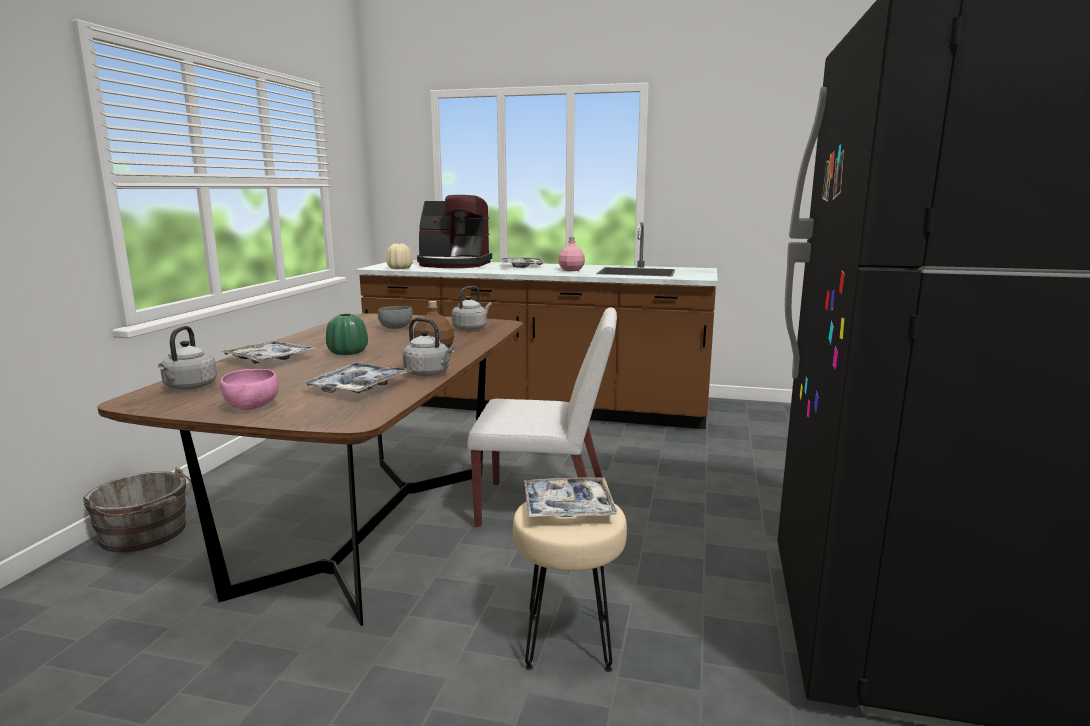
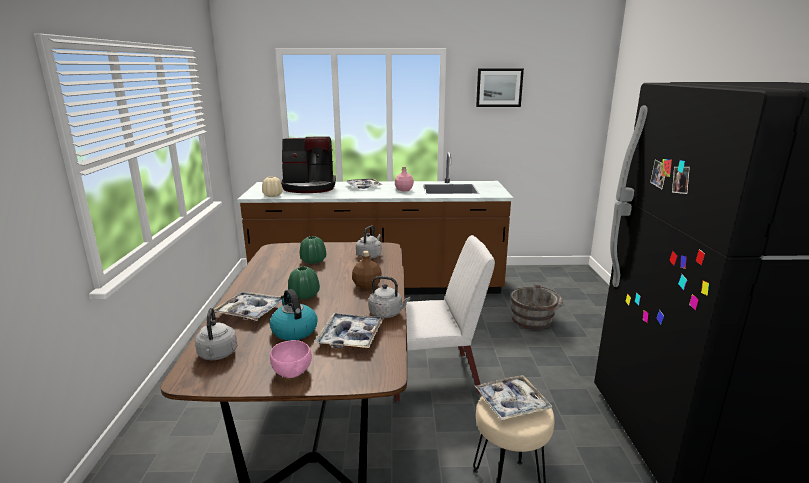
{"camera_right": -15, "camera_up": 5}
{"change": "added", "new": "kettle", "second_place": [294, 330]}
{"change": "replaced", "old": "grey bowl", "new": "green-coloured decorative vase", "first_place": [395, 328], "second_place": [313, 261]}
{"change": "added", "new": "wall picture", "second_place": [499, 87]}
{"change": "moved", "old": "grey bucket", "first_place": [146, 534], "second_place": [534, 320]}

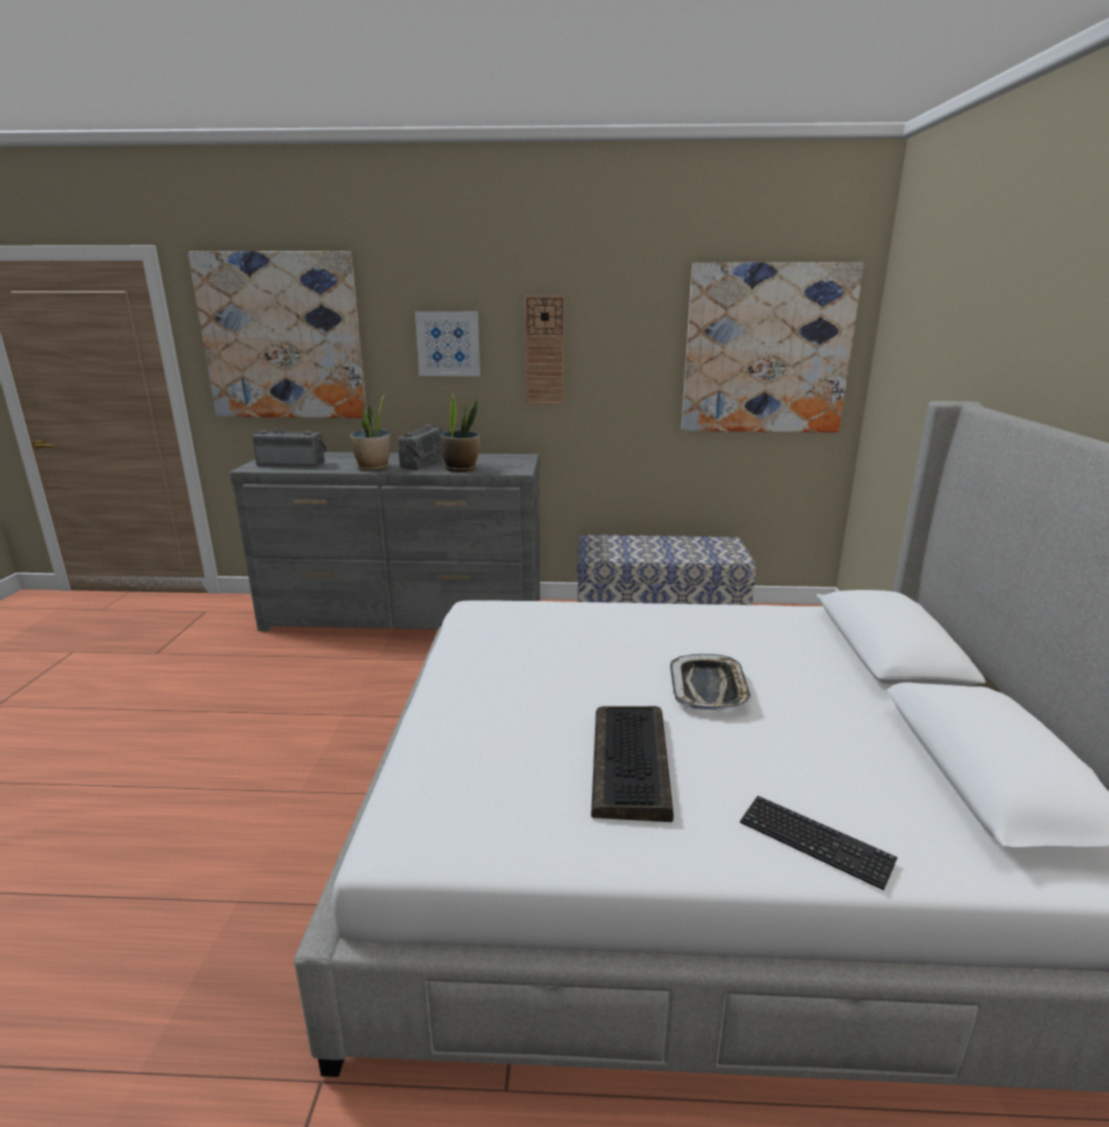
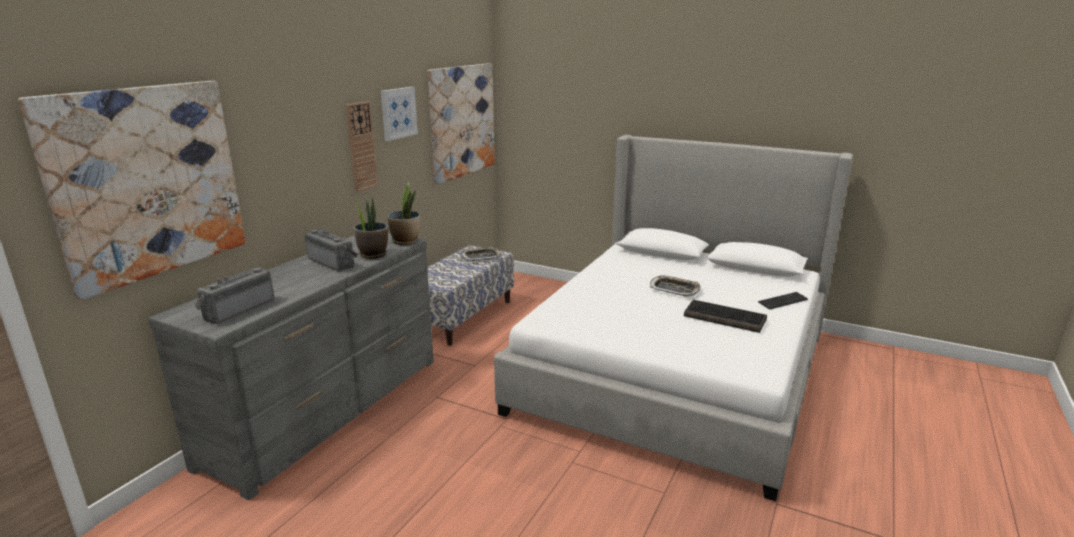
{"camera_right": -65, "camera_up": 0}
{"change": "moved", "old": "wall picture", "first_place": [448, 344], "second_place": [398, 113]}
{"change": "moved", "old": "plant in a pot", "first_place": [373, 467], "second_place": [405, 241]}
{"change": "added", "new": "carrying tray", "second_place": [481, 257]}

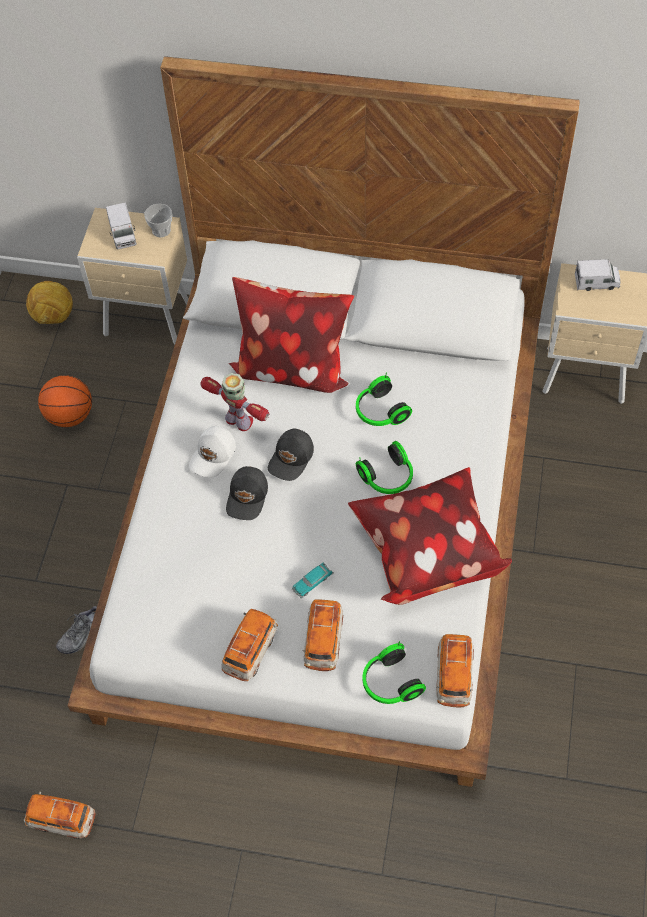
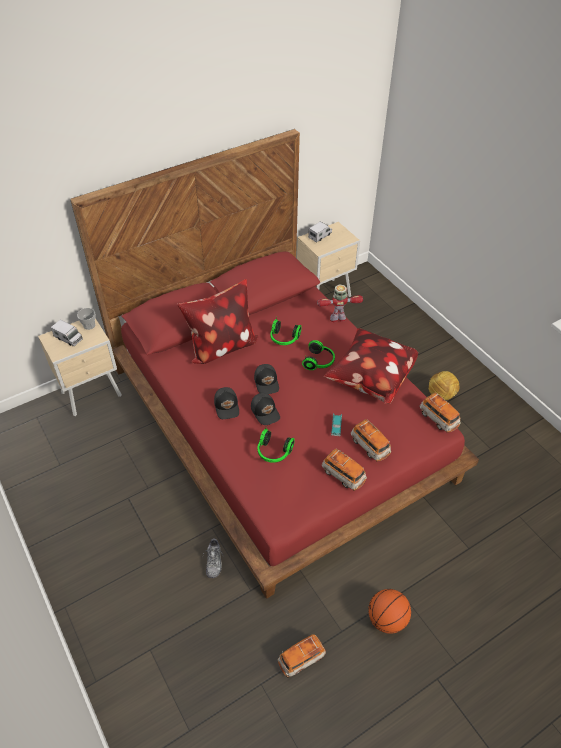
{"camera_right": -45, "camera_up": -10}
{"change": "recoloured", "old": "white bedroom bed", "new": "red-coloured bedroom bed", "first_place": [328, 521], "second_place": [280, 421]}
{"change": "recoloured", "old": "white cap", "new": "black-coloured cap", "first_place": [214, 455], "second_place": [227, 406]}
{"change": "moved", "old": "pair of headphones", "first_place": [389, 683], "second_place": [273, 452]}
{"change": "moved", "old": "model robot", "first_place": [239, 421], "second_place": [338, 318]}
{"change": "turned", "old": "miniature car", "first_place": [250, 650], "second_place": [343, 475], "degrees": 150}
{"change": "moved", "old": "basketball", "first_place": [69, 416], "second_place": [386, 619]}
{"change": "moved", "old": "ball for football", "first_place": [54, 317], "second_place": [441, 395]}

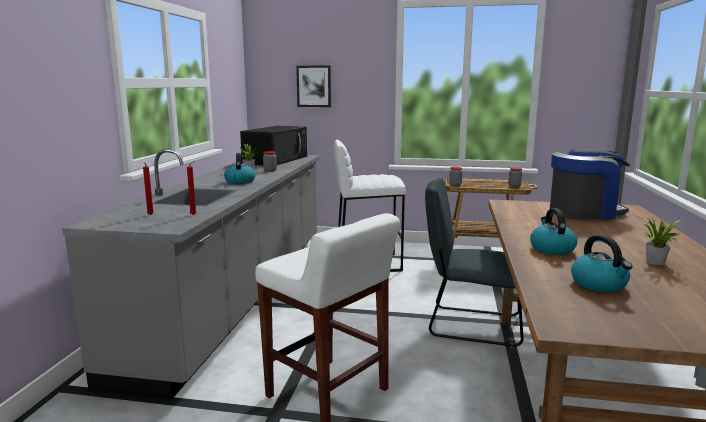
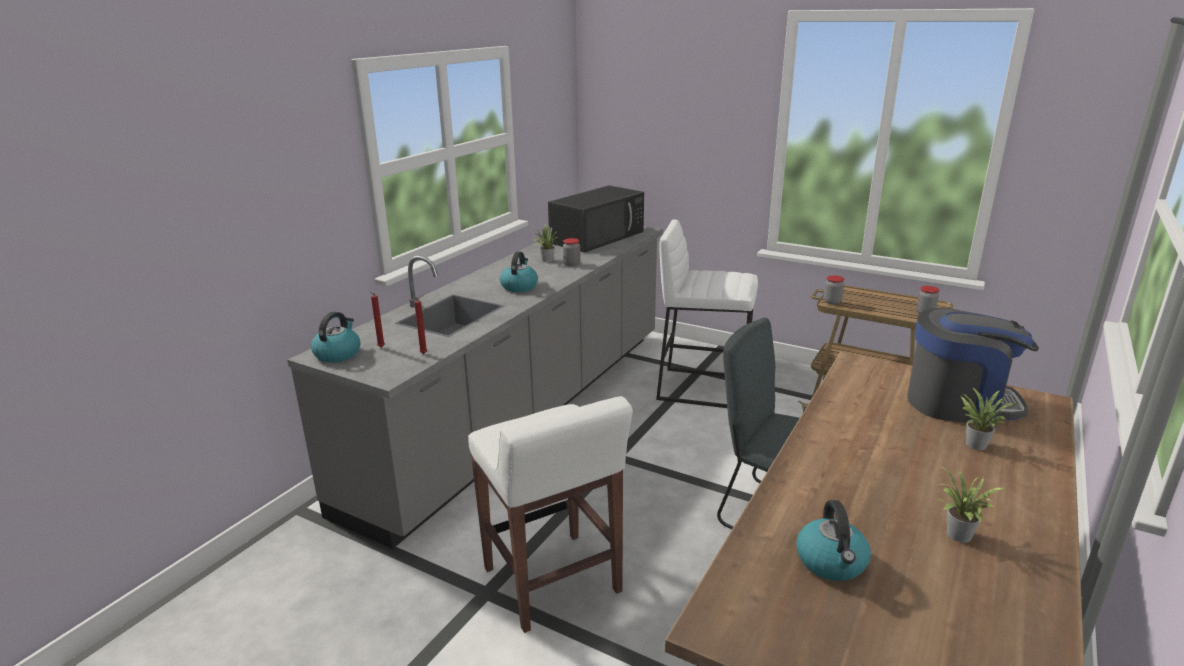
{"camera_right": 20, "camera_up": 10}
{"change": "moved", "old": "kettle", "first_place": [551, 249], "second_place": [338, 354]}
{"change": "added", "new": "plant in a pot", "second_place": [975, 443]}
{"change": "removed", "old": "wall picture", "first_place": [314, 86]}

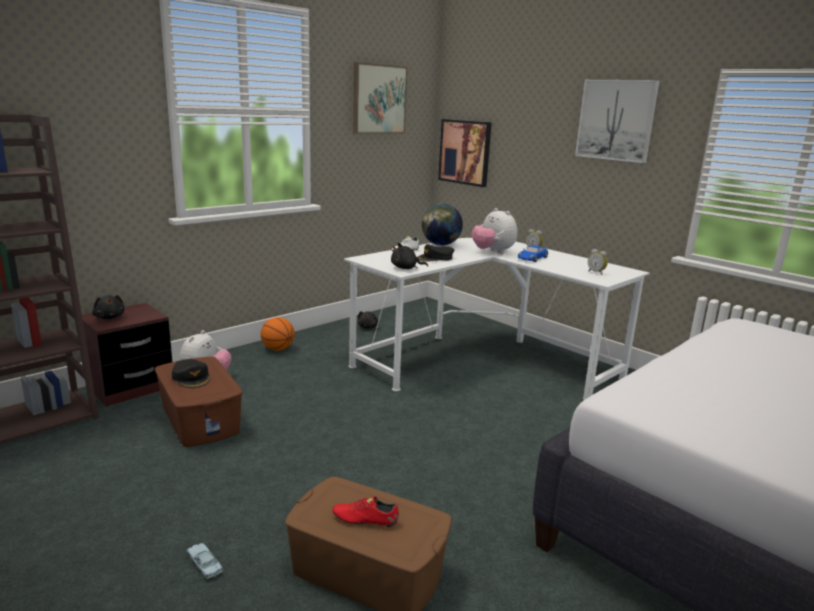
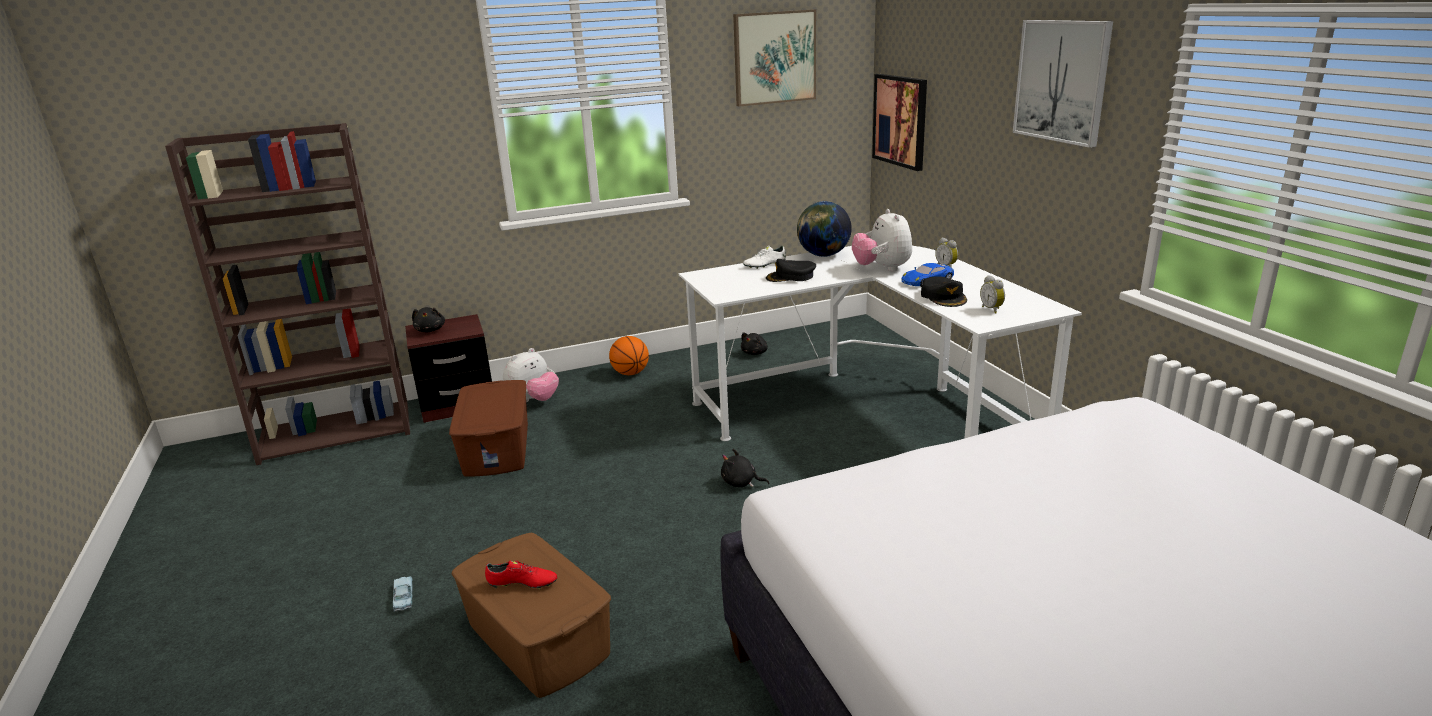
{"camera_right": 25, "camera_up": 5}
{"change": "turned", "old": "red-coloured item of footwear", "first_place": [365, 520], "second_place": [522, 584], "degrees": 150}
{"change": "moved", "old": "black-coloured cuddly toy", "first_place": [406, 268], "second_place": [741, 483]}
{"change": "moved", "old": "black-coloured cap", "first_place": [192, 378], "second_place": [943, 297]}

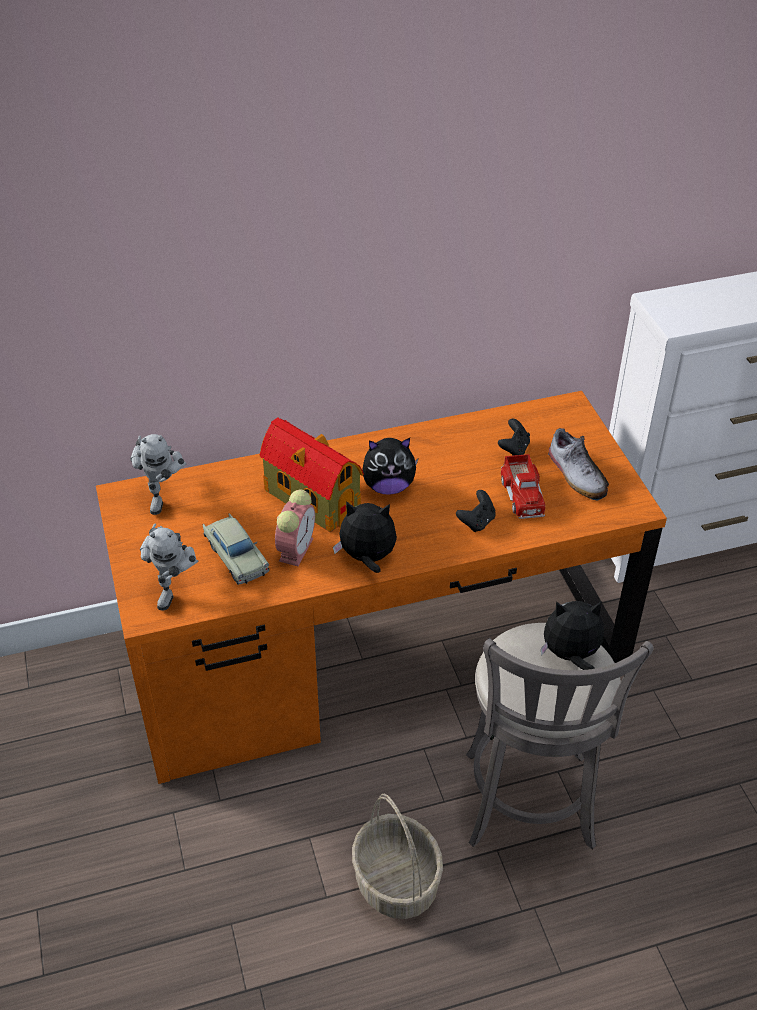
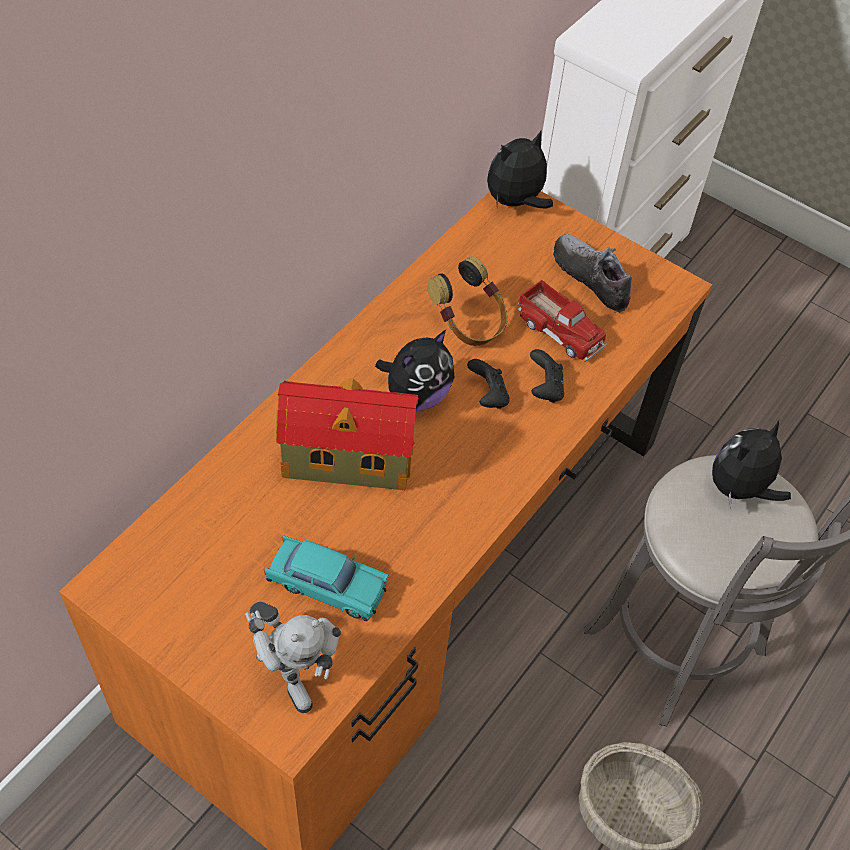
{"camera_right": -40, "camera_up": 10}
{"change": "recoloured", "old": "beige-coloured miniature car", "new": "turquoise-coloured miniature car", "first_place": [236, 556], "second_place": [327, 584]}
{"change": "added", "new": "pair of headphones", "second_place": [469, 323]}
{"change": "moved", "old": "black-coloured game controller", "first_place": [514, 449], "second_place": [488, 396]}
{"change": "moved", "old": "cuddly toy", "first_place": [367, 558], "second_place": [515, 202]}
{"change": "turned", "old": "item of footwear", "first_place": [576, 474], "second_place": [590, 278], "degrees": -150}
{"change": "removed", "old": "model robot", "first_place": [163, 495]}
{"change": "removed", "old": "bedside clock", "first_place": [296, 548]}

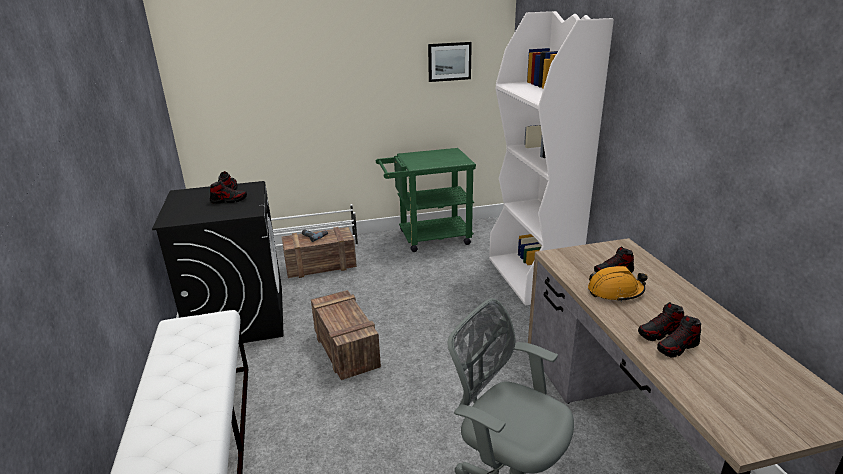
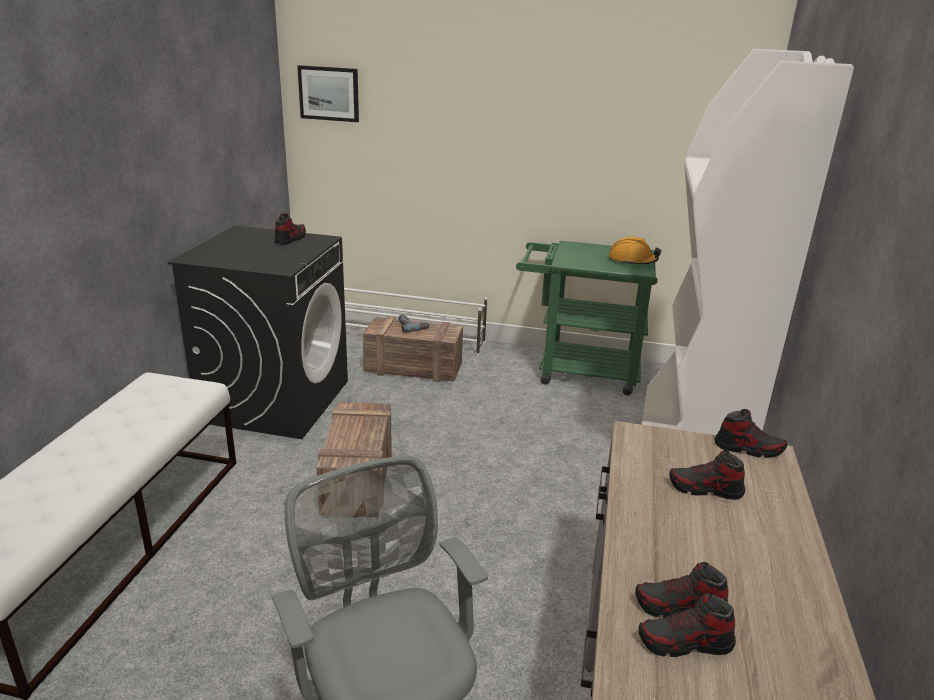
{"camera_right": 25, "camera_up": 0}
{"change": "moved", "old": "wall picture", "first_place": [449, 61], "second_place": [329, 93]}
{"change": "moved", "old": "orange safety helmet", "first_place": [615, 291], "second_place": [632, 261]}
{"change": "moved", "old": "item of footwear", "first_place": [229, 200], "second_place": [748, 448]}

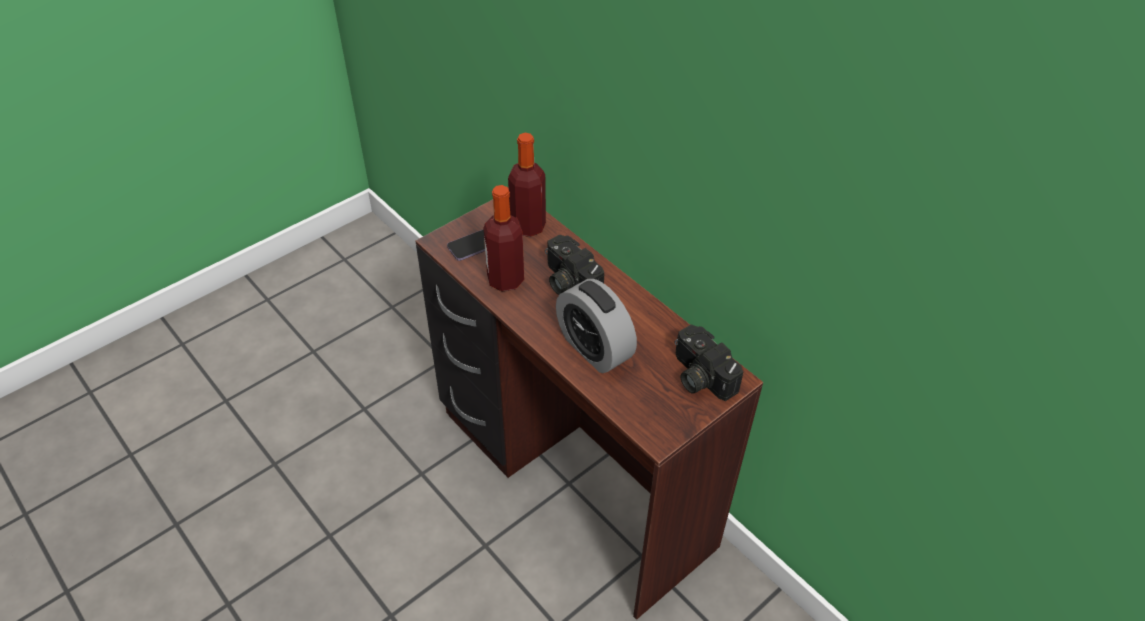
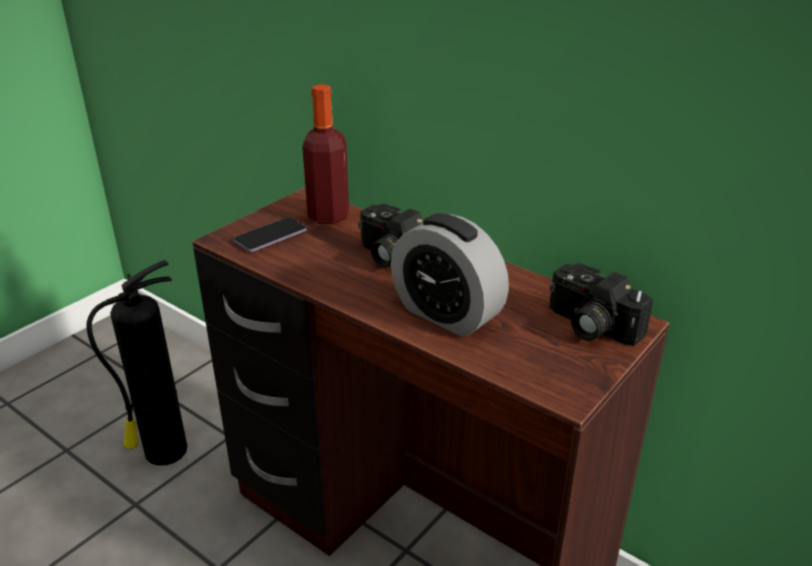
{"camera_right": -10, "camera_up": -15}
{"change": "added", "new": "fire extinguisher", "second_place": [163, 452]}
{"change": "removed", "old": "beverage bottle", "first_place": [505, 280]}

